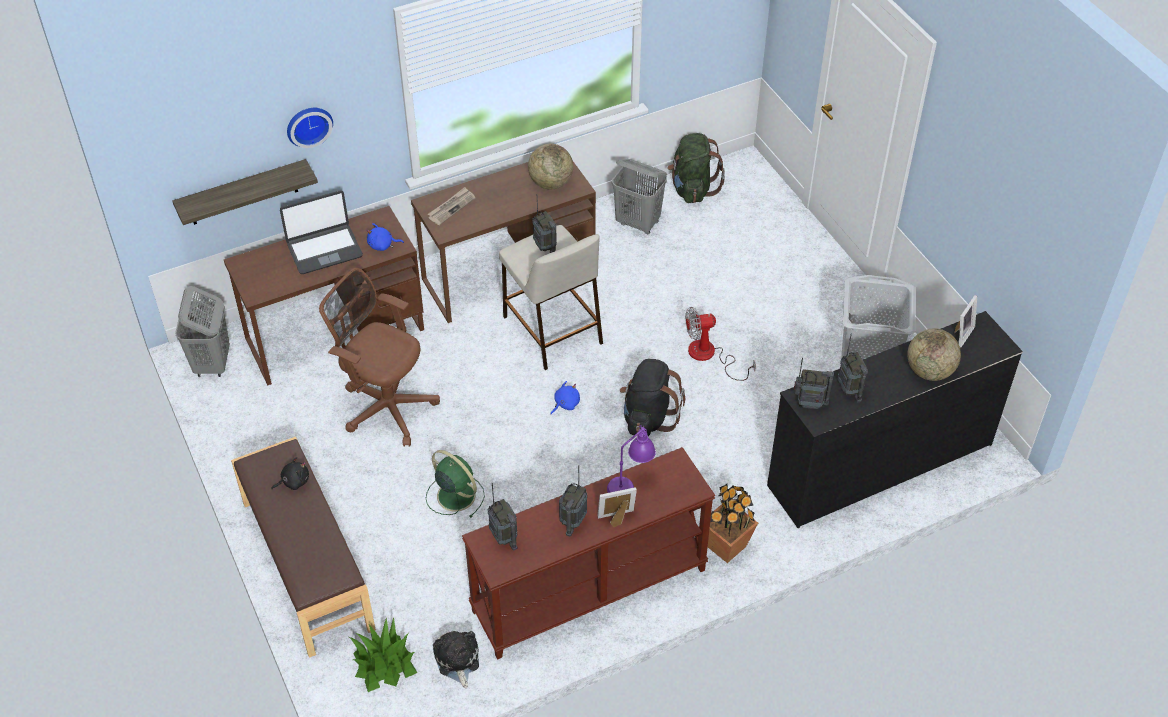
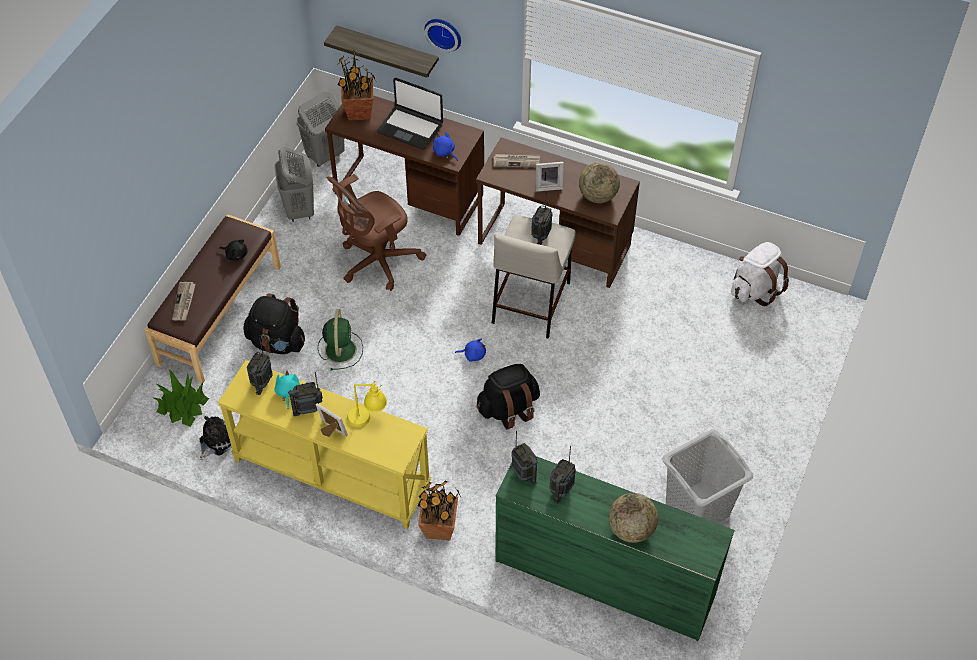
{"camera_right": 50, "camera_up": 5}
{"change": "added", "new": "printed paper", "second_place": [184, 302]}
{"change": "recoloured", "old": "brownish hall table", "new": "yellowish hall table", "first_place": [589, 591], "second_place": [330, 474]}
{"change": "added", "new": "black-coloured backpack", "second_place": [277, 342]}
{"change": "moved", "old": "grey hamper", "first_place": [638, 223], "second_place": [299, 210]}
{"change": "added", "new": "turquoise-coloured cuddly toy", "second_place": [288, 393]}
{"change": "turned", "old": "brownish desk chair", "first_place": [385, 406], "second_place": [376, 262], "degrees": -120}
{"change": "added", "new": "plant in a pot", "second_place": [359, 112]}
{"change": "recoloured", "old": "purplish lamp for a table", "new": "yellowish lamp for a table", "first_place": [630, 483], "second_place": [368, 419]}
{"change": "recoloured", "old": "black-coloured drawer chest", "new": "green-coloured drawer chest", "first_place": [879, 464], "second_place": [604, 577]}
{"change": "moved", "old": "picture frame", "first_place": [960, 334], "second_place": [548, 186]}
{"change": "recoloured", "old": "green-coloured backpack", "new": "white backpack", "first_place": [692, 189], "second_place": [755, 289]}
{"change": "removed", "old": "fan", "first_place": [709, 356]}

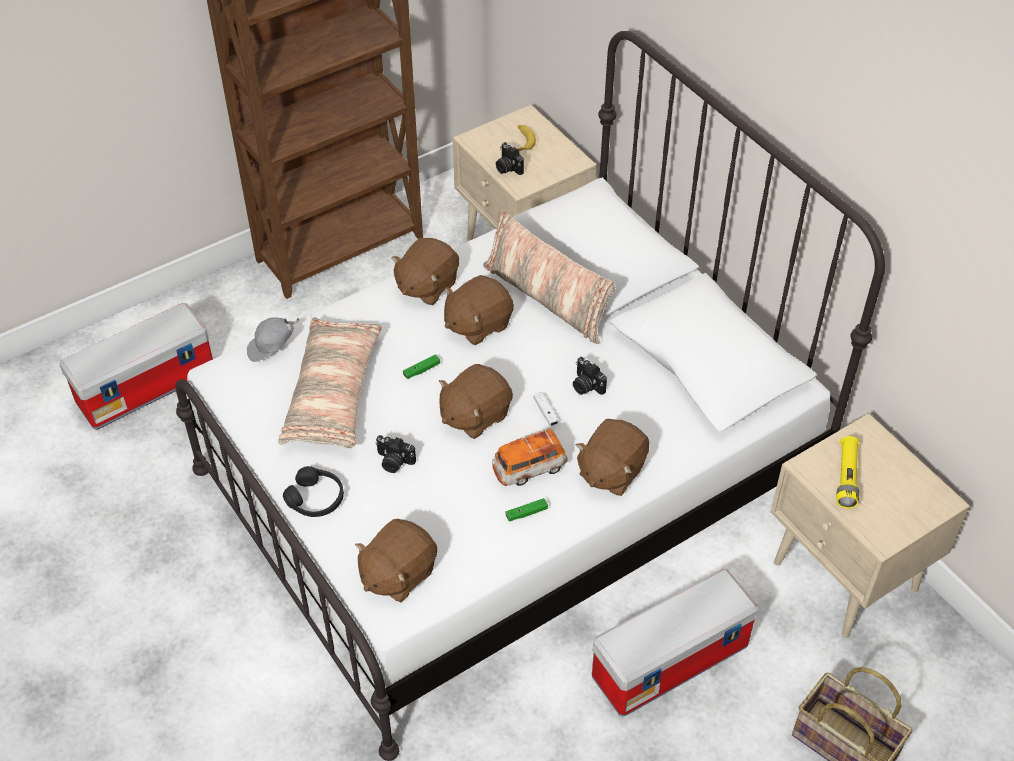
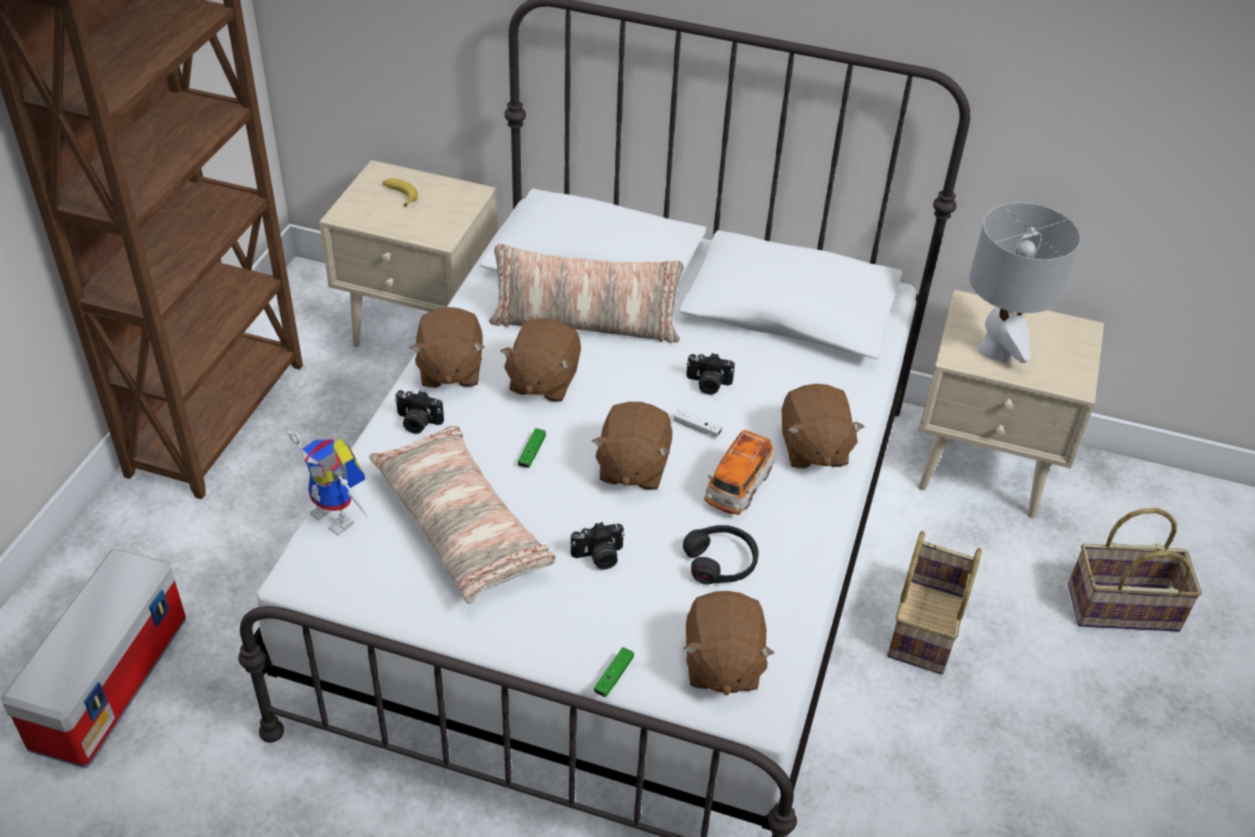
{"camera_right": -40, "camera_up": -5}
{"change": "replaced", "old": "grey cap", "new": "model robot", "first_place": [272, 348], "second_place": [340, 516]}
{"change": "moved", "old": "photo camera", "first_place": [507, 168], "second_place": [417, 422]}
{"change": "moved", "old": "green-coloured game controller", "first_place": [526, 513], "second_place": [614, 676]}
{"change": "moved", "old": "black-coloured pair of headphones", "first_place": [316, 498], "second_place": [720, 562]}
{"change": "replaced", "old": "storage box", "new": "basket", "first_place": [670, 660], "second_place": [924, 626]}
{"change": "replaced", "old": "yellowish flashlight", "new": "grey lamp for a table", "first_place": [846, 478], "second_place": [996, 350]}

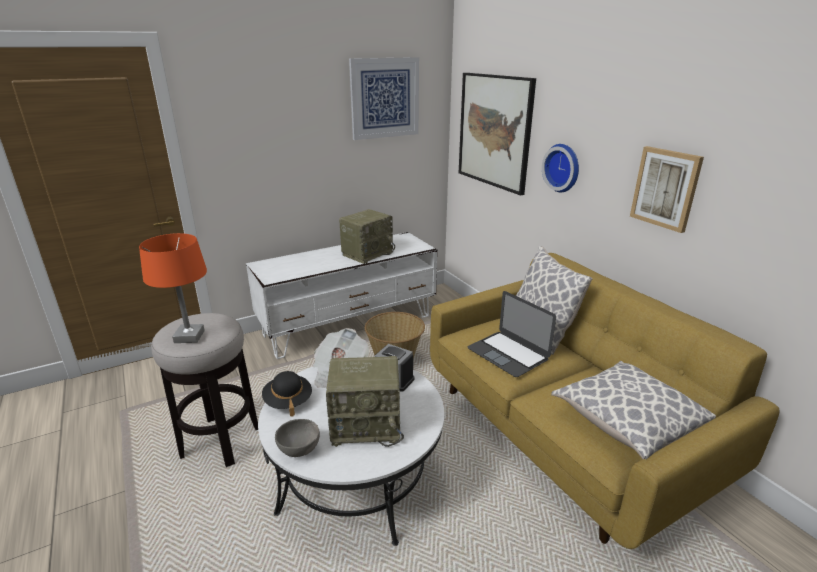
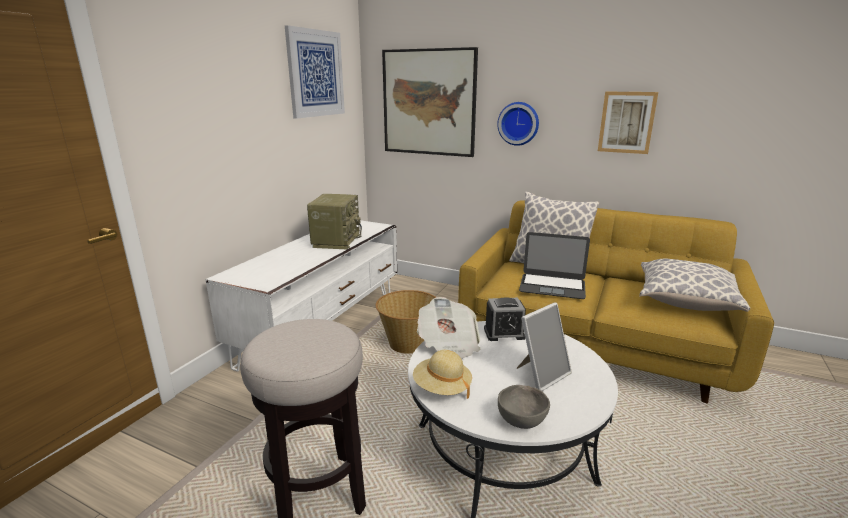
{"camera_right": -35, "camera_up": -5}
{"change": "recoloured", "old": "black-coloured clothing hat", "new": "beige-coloured clothing hat", "first_place": [288, 401], "second_place": [442, 388]}
{"change": "replaced", "old": "radio set", "new": "picture frame", "first_place": [367, 424], "second_place": [541, 374]}
{"change": "removed", "old": "orange lamp for a table", "first_place": [189, 336]}

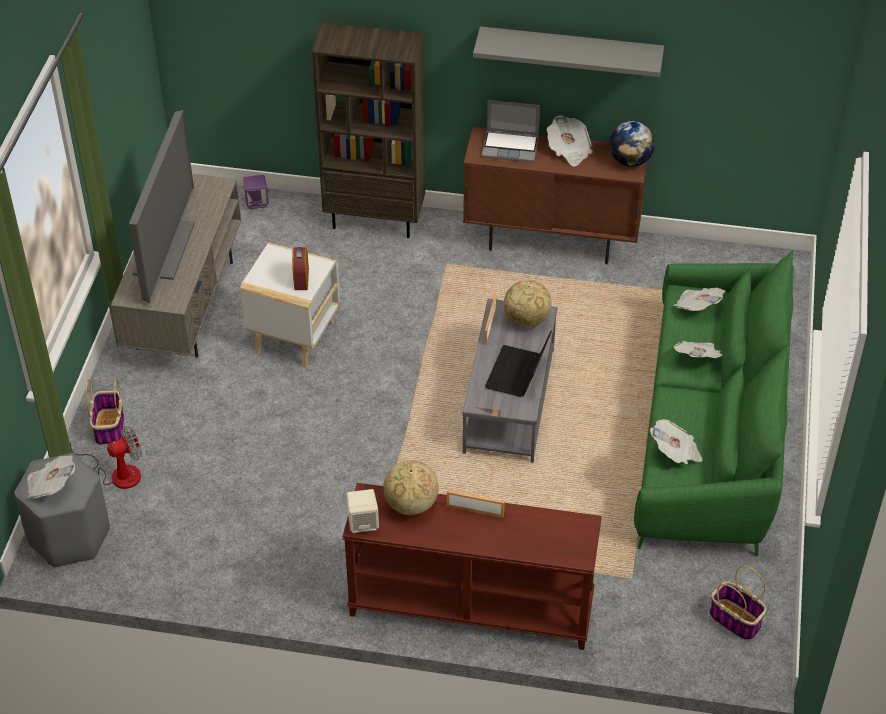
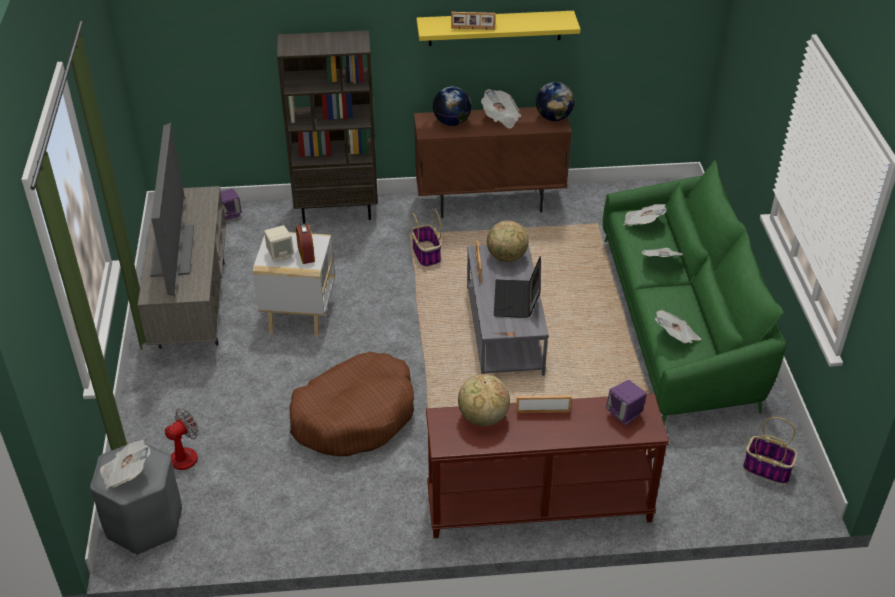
{"camera_right": -15, "camera_up": -5}
{"change": "moved", "old": "beige-coloured speaker", "first_place": [363, 523], "second_place": [280, 254]}
{"change": "added", "new": "brownish dog bed", "second_place": [355, 415]}
{"change": "moved", "old": "basket", "first_place": [109, 428], "second_place": [426, 255]}
{"change": "recoloured", "old": "grey shelf", "new": "yellowish shelf", "first_place": [570, 50], "second_place": [495, 28]}
{"change": "replaced", "old": "laptop", "new": "world globe", "first_place": [511, 147], "second_place": [452, 122]}
{"change": "added", "new": "picture frame", "second_place": [473, 29]}
{"change": "added", "new": "purplish speaker", "second_place": [624, 414]}

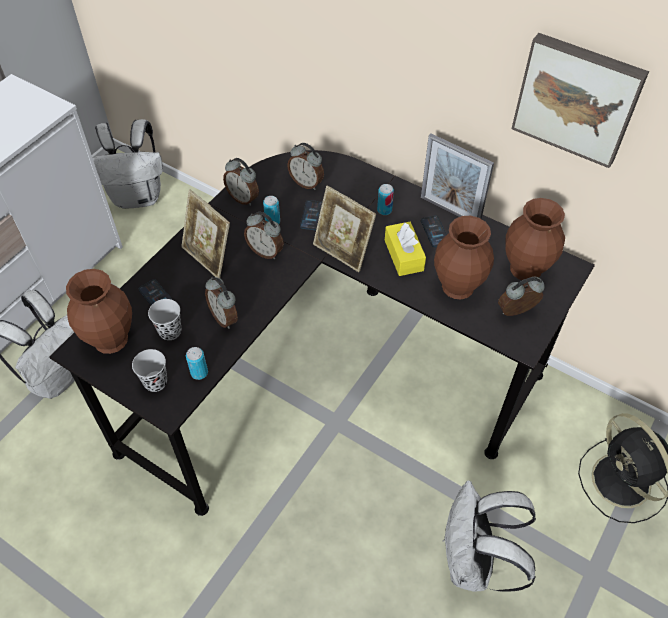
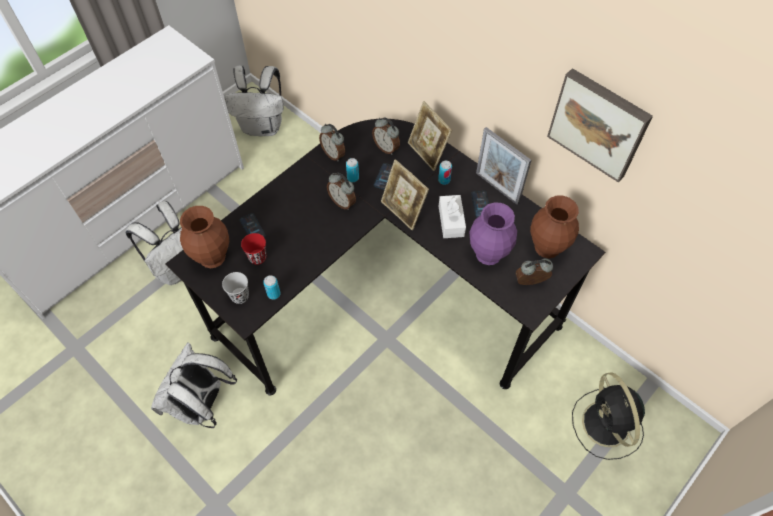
{"camera_right": 10, "camera_up": 5}
{"change": "moved", "old": "white backpack", "first_place": [473, 563], "second_place": [203, 405]}
{"change": "recoloured", "old": "black-coloured drinking cup", "new": "red-coloured drinking cup", "first_place": [170, 331], "second_place": [257, 257]}
{"change": "moved", "old": "picture frame", "first_place": [209, 257], "second_place": [427, 153]}
{"change": "recoloured", "old": "yellowish box of tissues", "new": "white box of tissues", "first_place": [404, 255], "second_place": [451, 221]}
{"change": "recoloured", "old": "brownish decorative vase", "new": "purplish decorative vase", "first_place": [459, 286], "second_place": [489, 254]}
{"change": "removed", "old": "bedside clock", "first_place": [225, 317]}

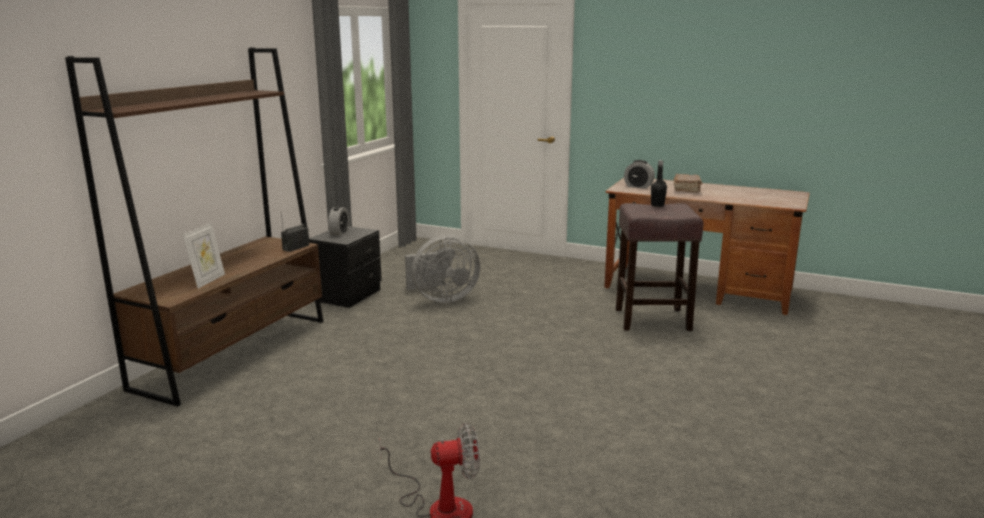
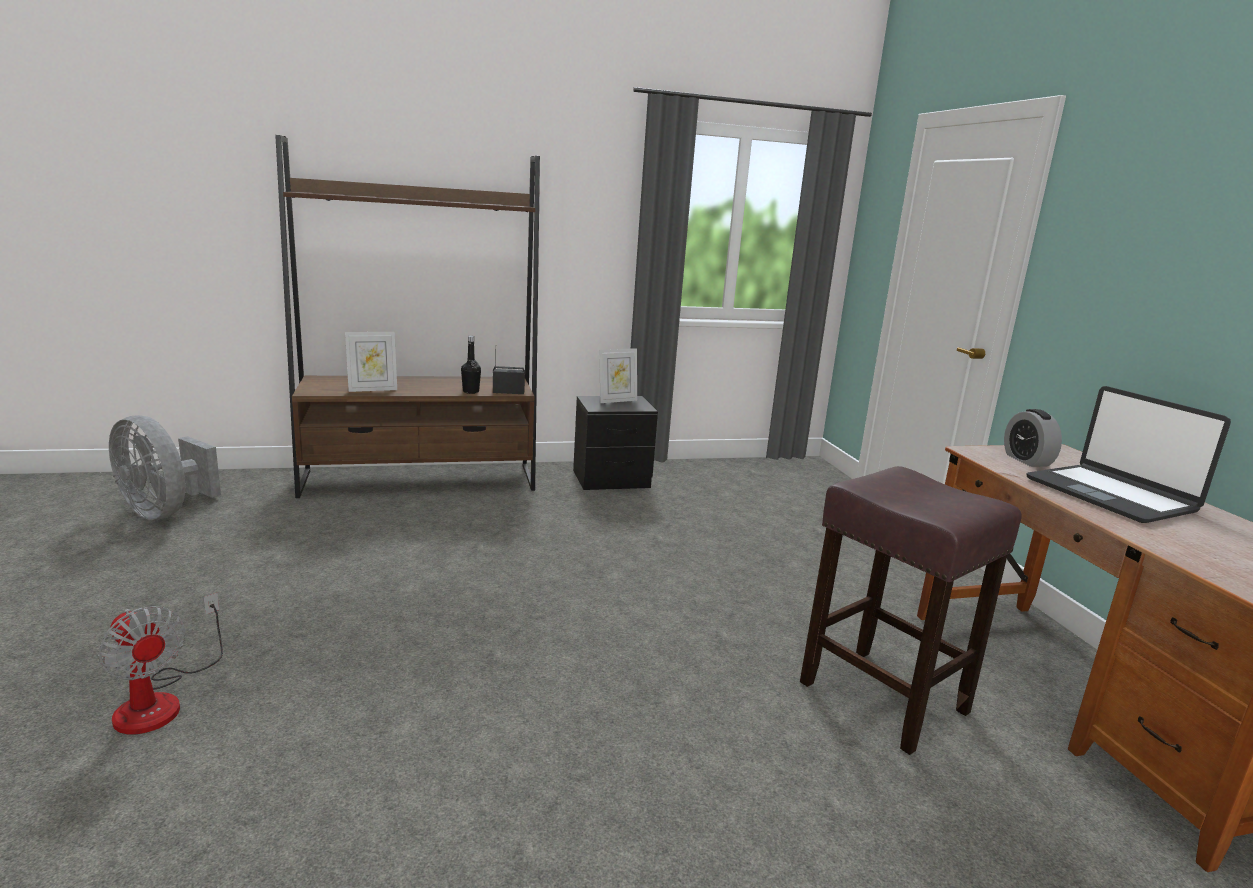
{"camera_right": 50, "camera_up": 0}
{"change": "moved", "old": "grey fan", "first_place": [442, 298], "second_place": [165, 511]}
{"change": "moved", "old": "black-coloured beverage bottle", "first_place": [657, 205], "second_place": [471, 392]}
{"change": "replaced", "old": "bedside clock", "new": "picture frame", "first_place": [339, 232], "second_place": [617, 400]}
{"change": "replaced", "old": "brownish volume", "new": "laptop", "first_place": [687, 190], "second_place": [1110, 495]}

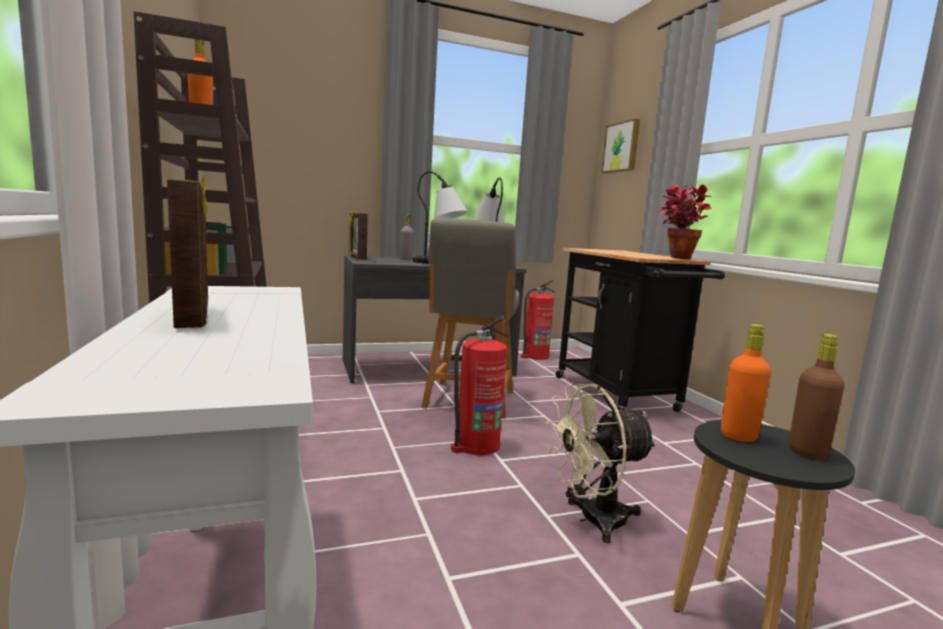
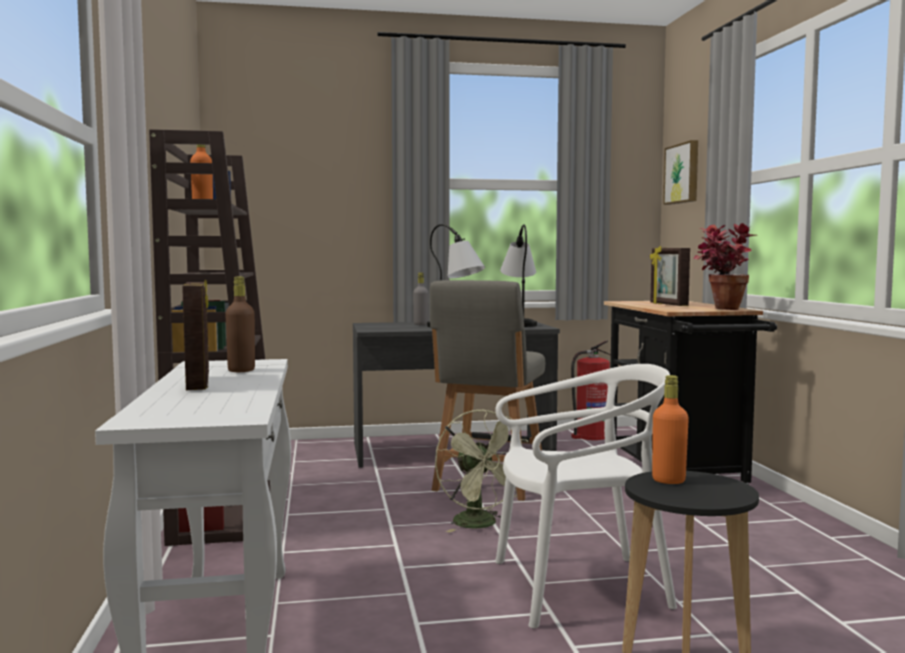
{"camera_right": 10, "camera_up": -5}
{"change": "moved", "old": "brownish beverage bottle", "first_place": [807, 452], "second_place": [241, 370]}
{"change": "replaced", "old": "fire extinguisher", "new": "green-coloured fan", "first_place": [476, 445], "second_place": [481, 525]}
{"change": "replaced", "old": "beige-coloured fan", "new": "white plain chair", "first_place": [592, 520], "second_place": [579, 588]}
{"change": "moved", "old": "picture frame", "first_place": [357, 258], "second_place": [667, 305]}

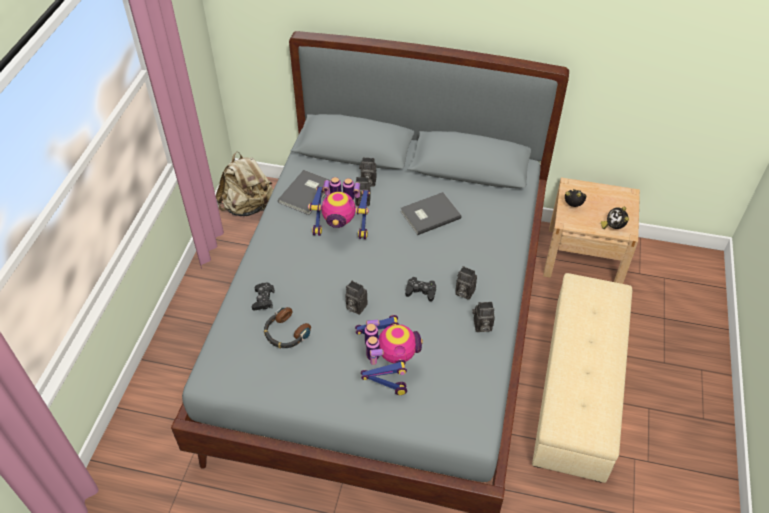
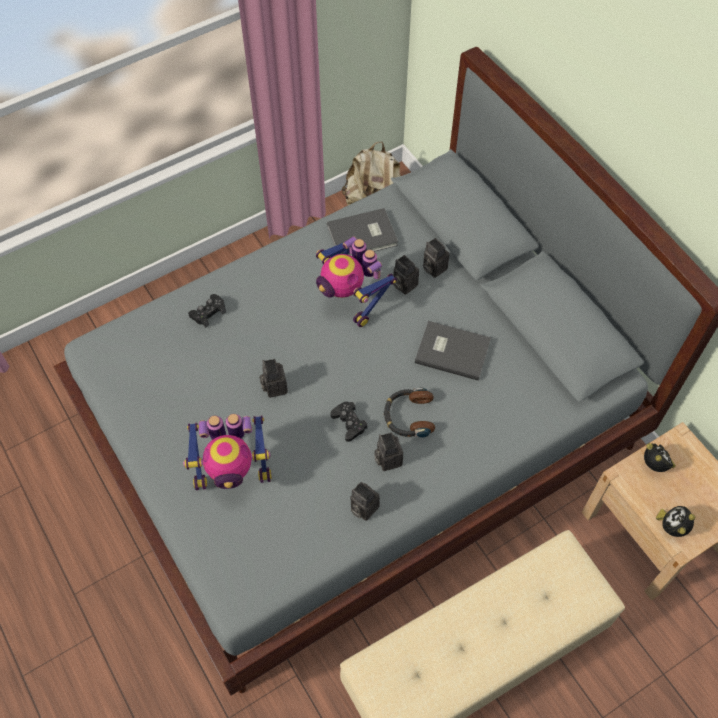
{"camera_right": 45, "camera_up": 10}
{"change": "turned", "old": "model robot", "first_place": [388, 369], "second_place": [233, 471], "degrees": 45}
{"change": "moved", "old": "pair of headphones", "first_place": [285, 333], "second_place": [408, 416]}

